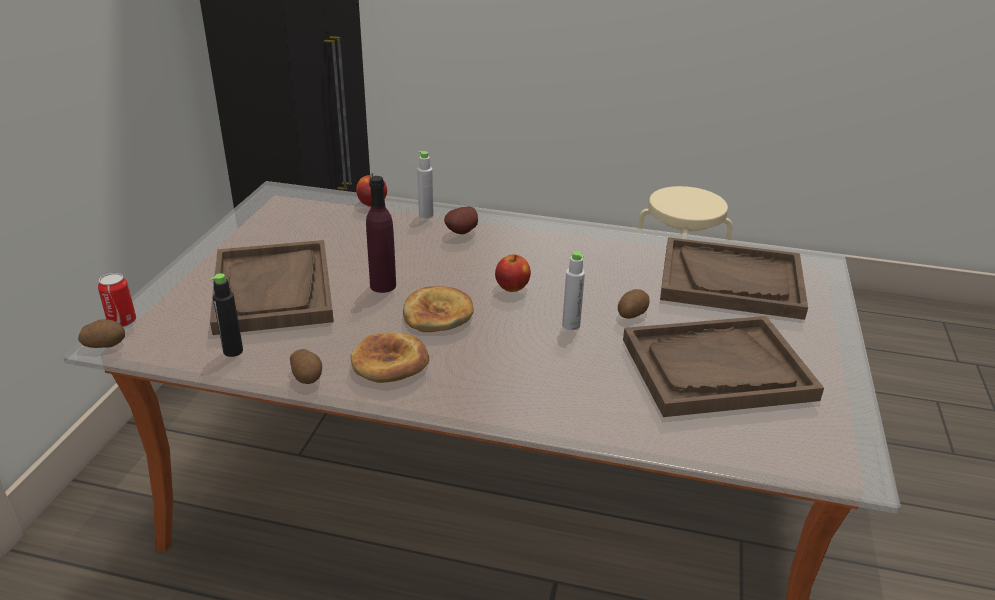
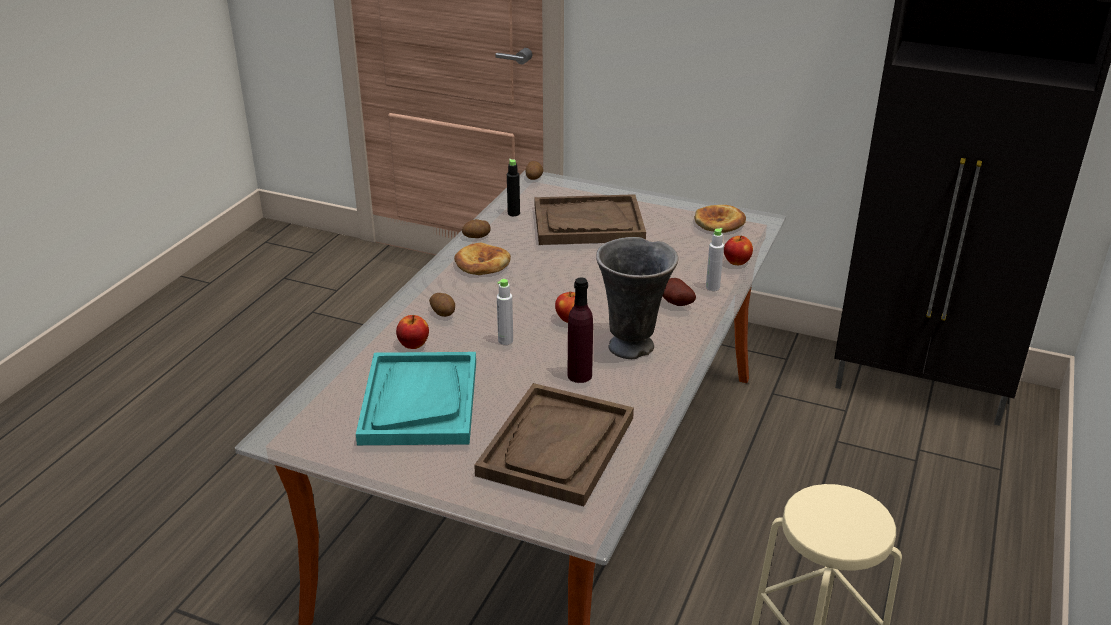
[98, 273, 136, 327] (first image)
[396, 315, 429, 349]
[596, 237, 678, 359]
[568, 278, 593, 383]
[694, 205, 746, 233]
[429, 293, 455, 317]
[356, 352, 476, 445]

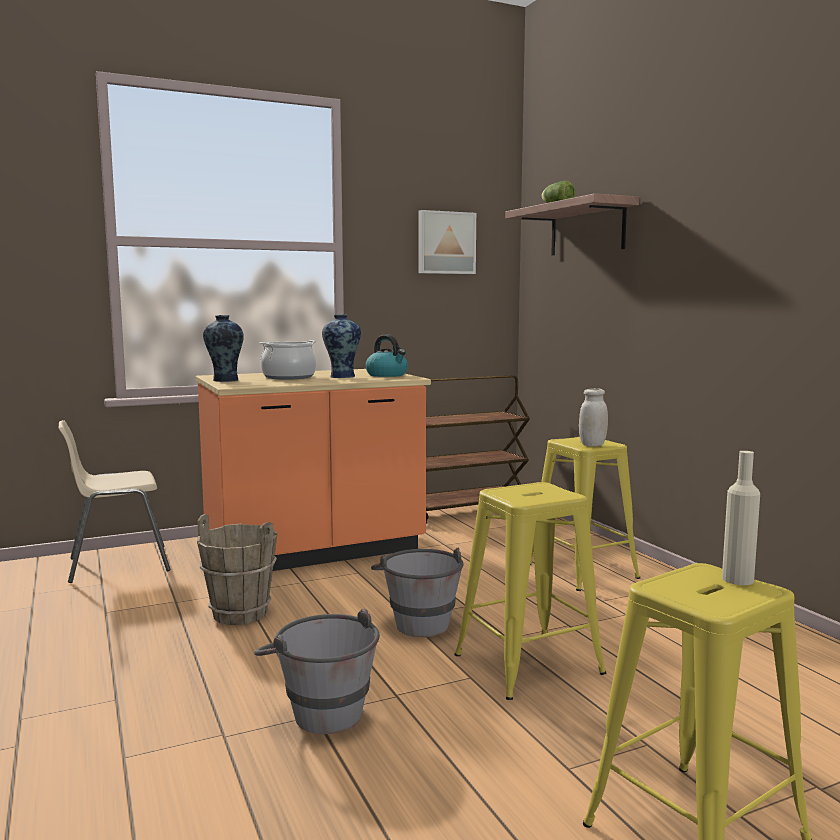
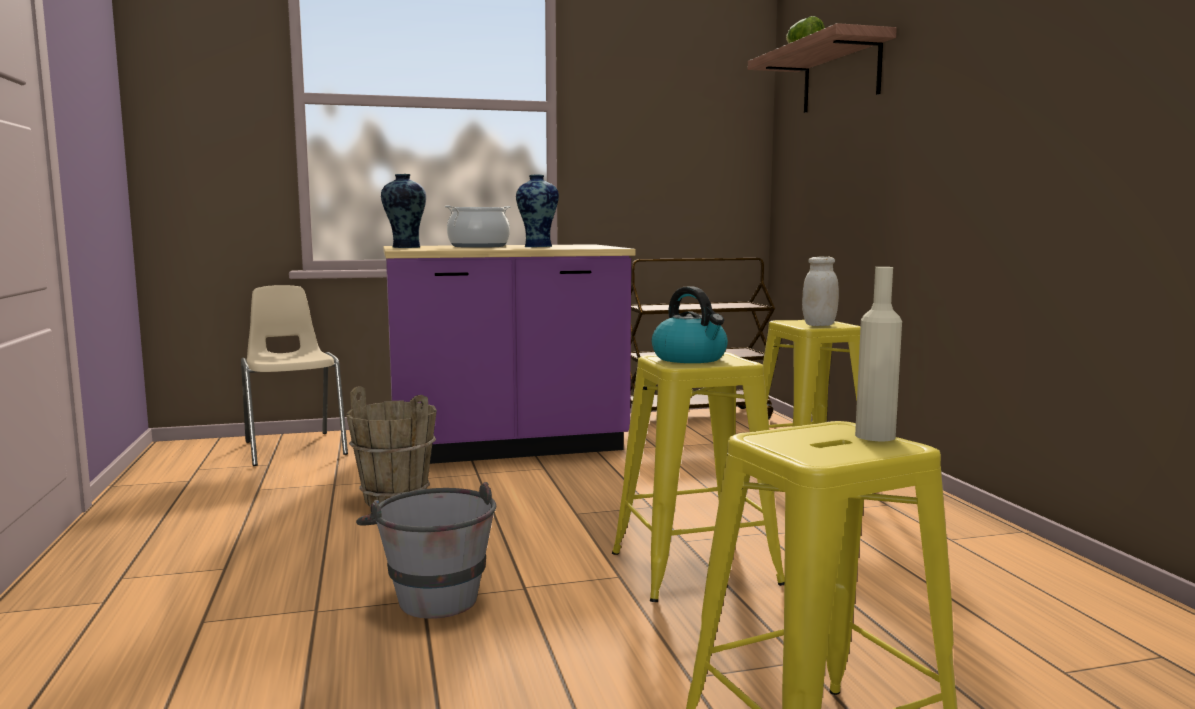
[371, 548, 464, 637] (first image)
[419, 210, 476, 274] (first image)
[652, 286, 728, 363]
[383, 244, 636, 464]
[241, 285, 348, 466]

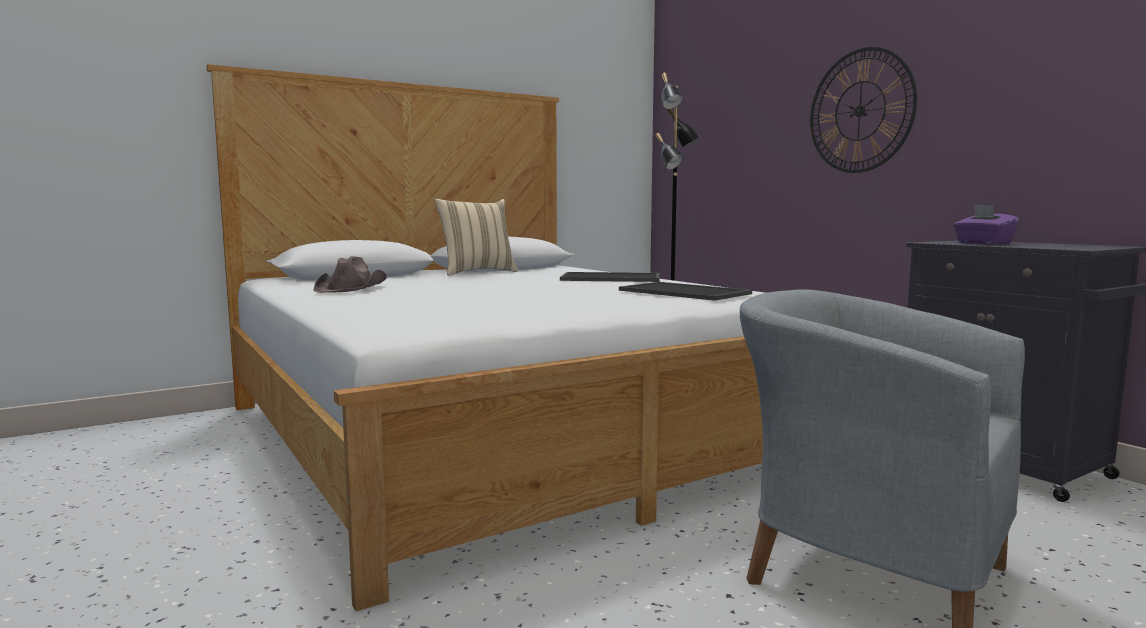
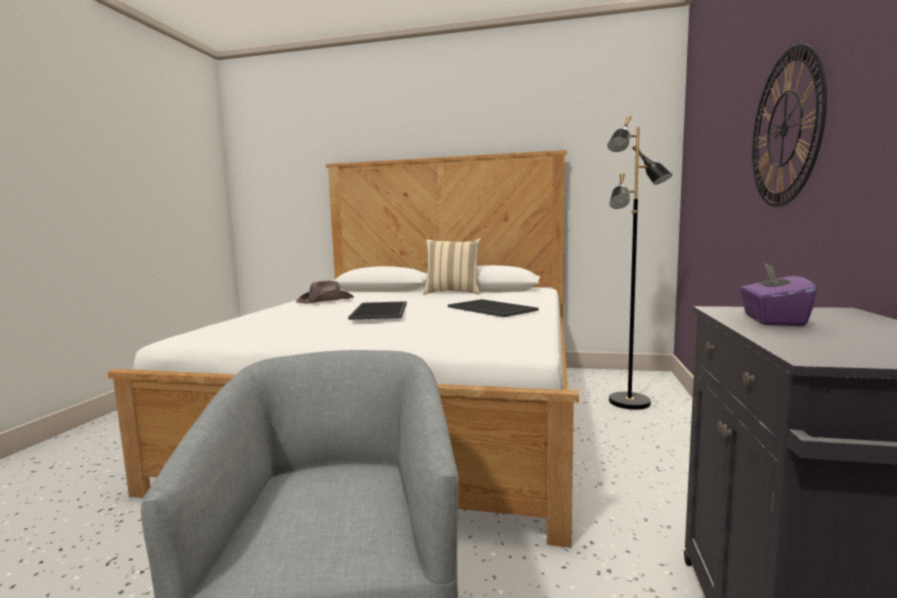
[348, 301, 407, 320]

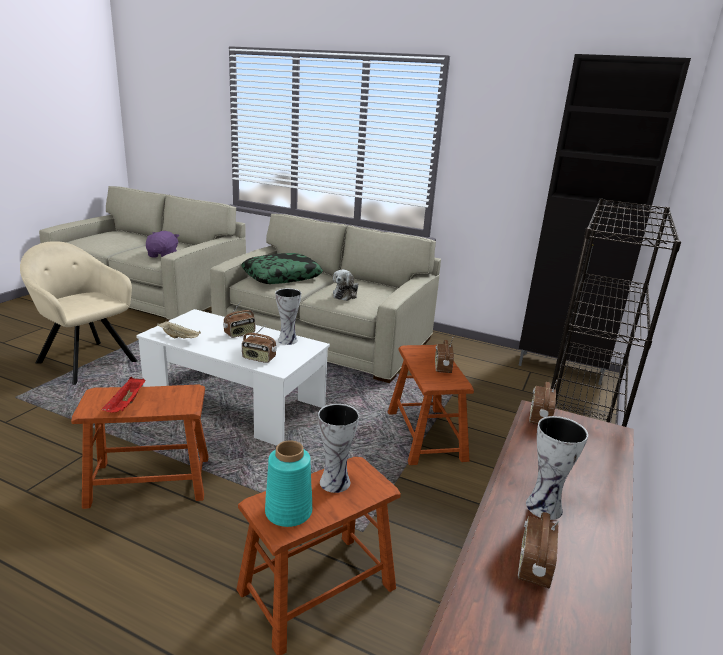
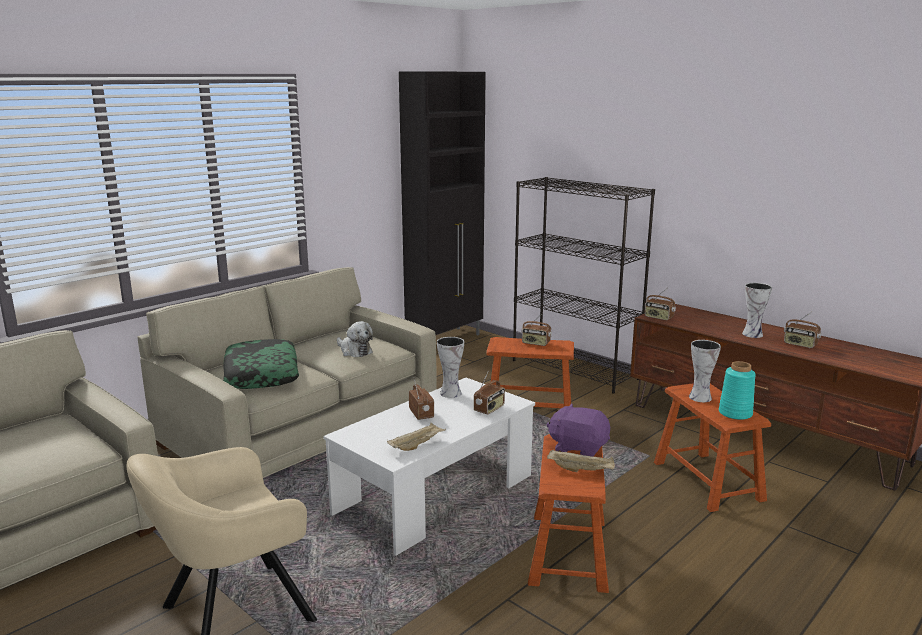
[546, 403, 610, 457]
[547, 449, 615, 472]

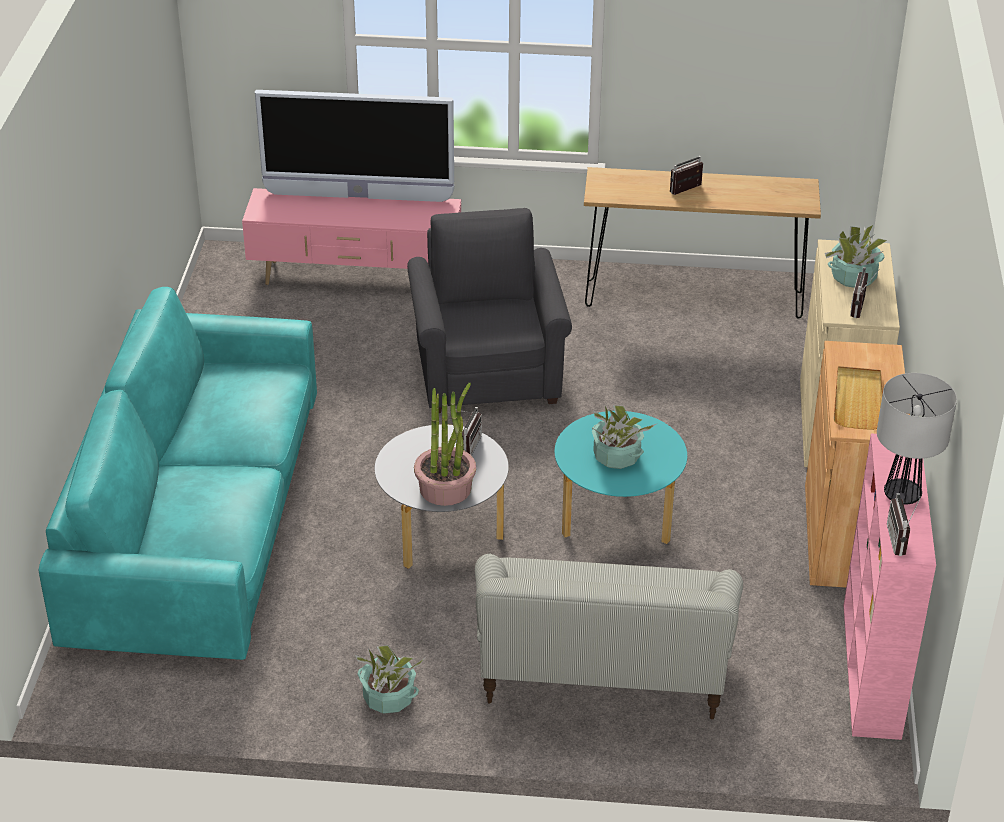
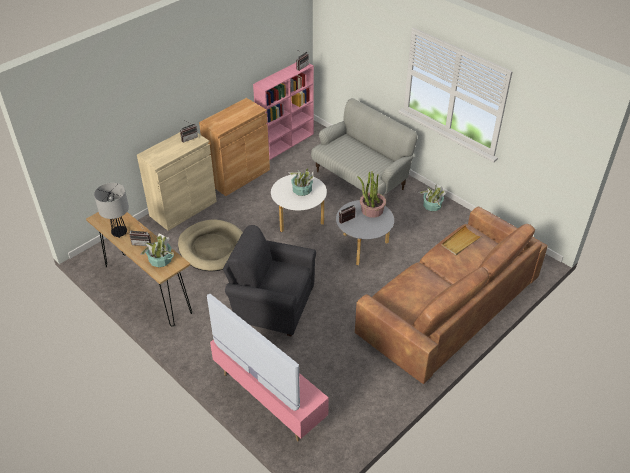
[178, 219, 243, 271]
[140, 233, 174, 267]
[442, 225, 482, 256]
[94, 183, 129, 238]
[355, 207, 548, 384]
[271, 174, 327, 232]
[223, 225, 316, 336]

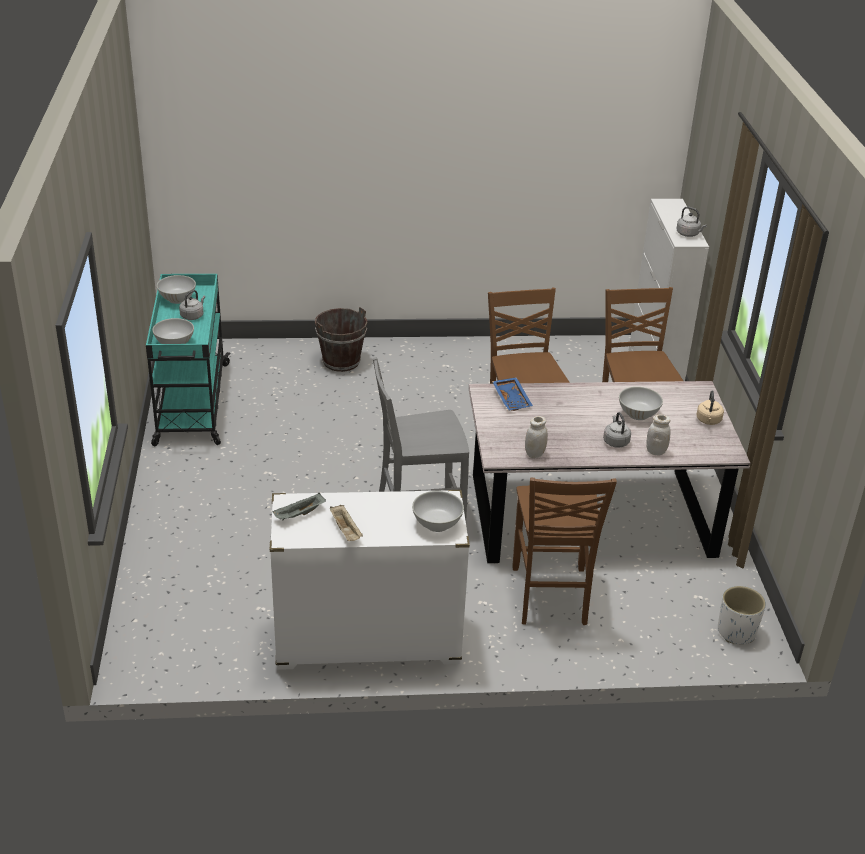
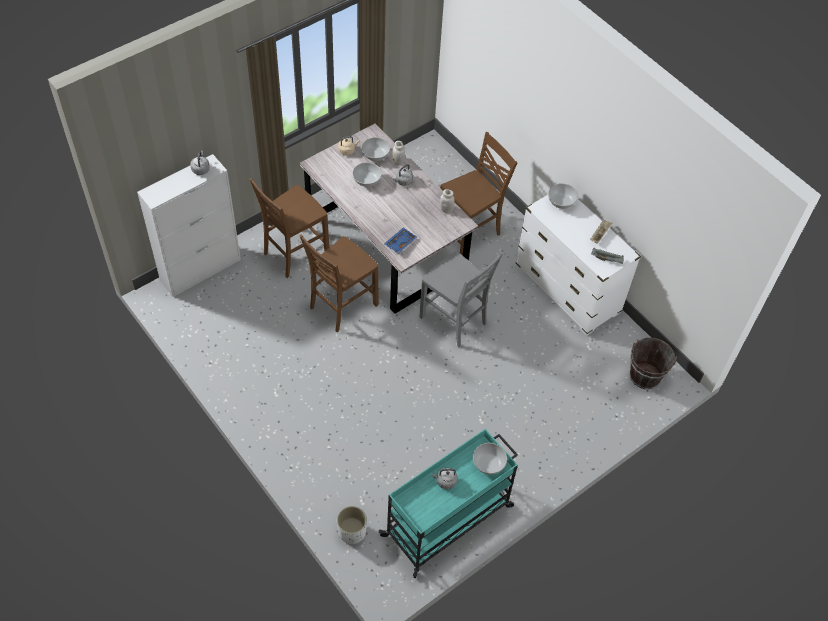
[362, 137, 390, 161]
[630, 338, 677, 389]
[337, 506, 367, 545]

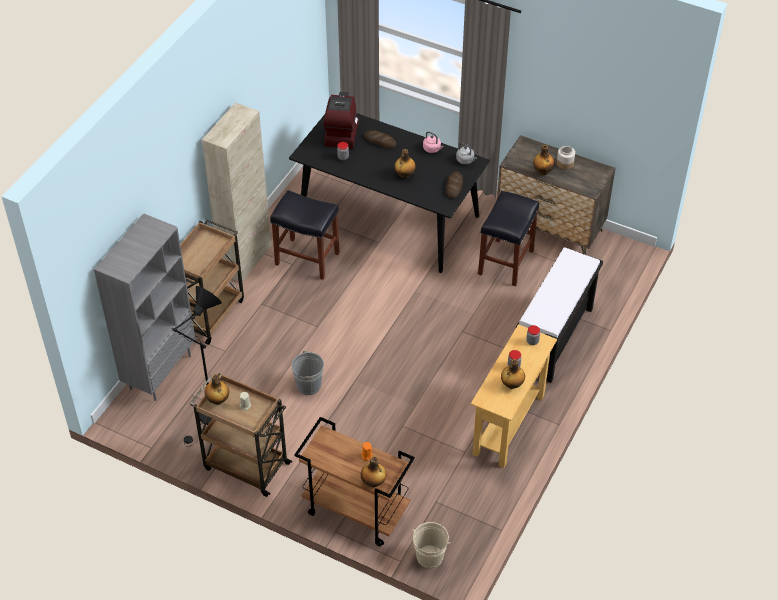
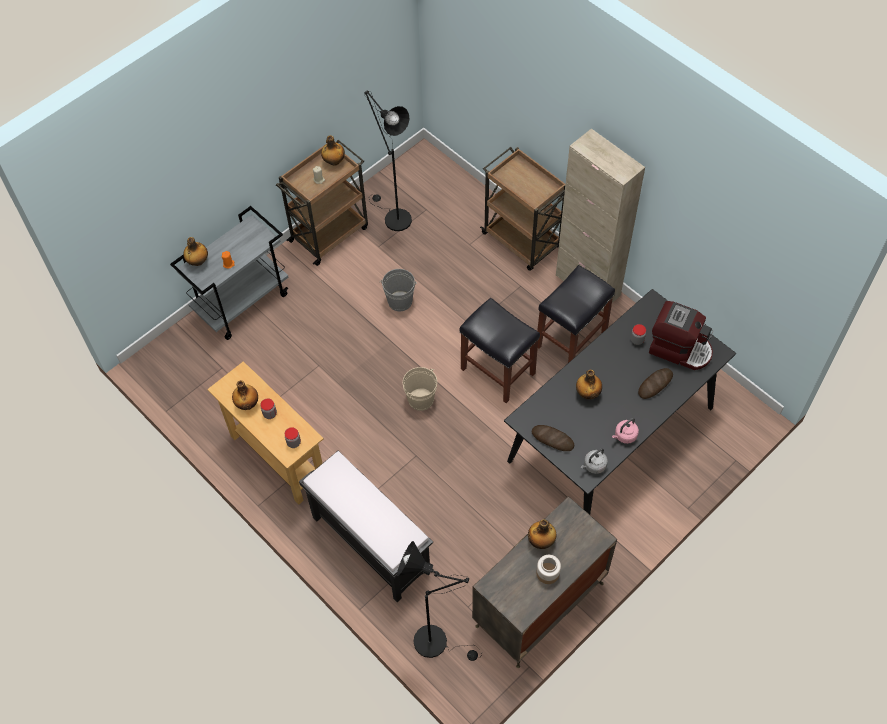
[94, 213, 195, 401] (first image)
[397, 541, 482, 661]
[403, 367, 437, 411]
[460, 298, 540, 403]
[170, 206, 288, 340]

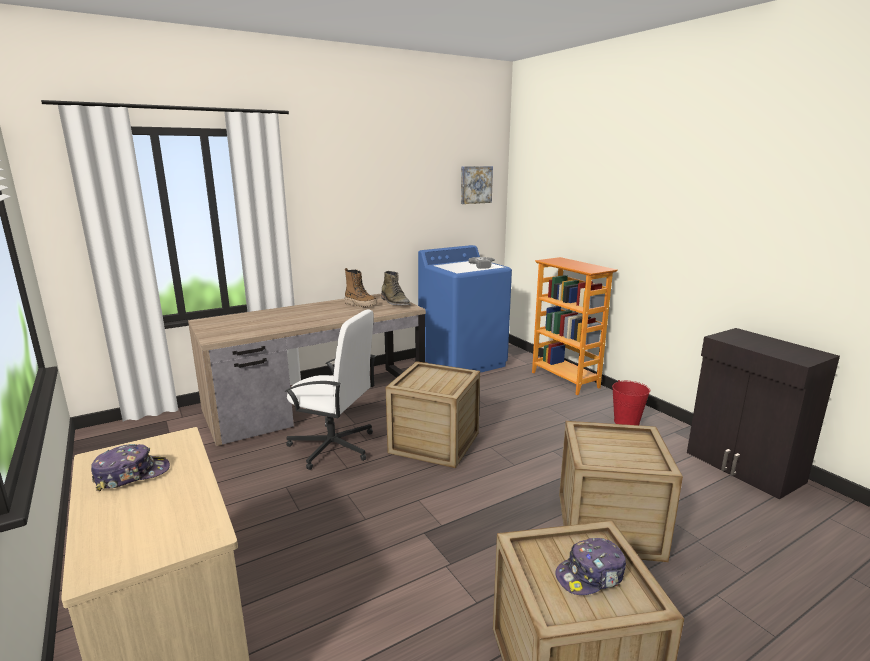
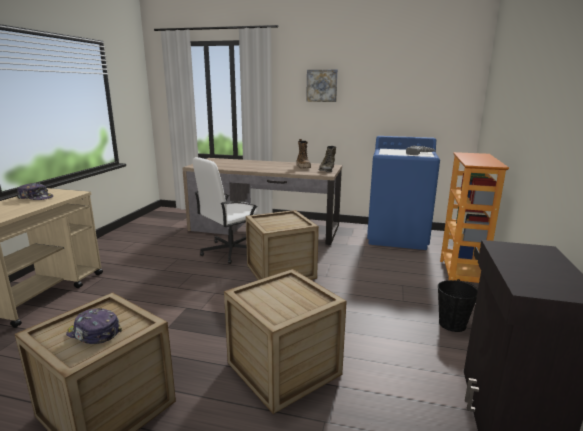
[306, 70, 338, 102]
[438, 279, 478, 332]
[193, 157, 258, 264]

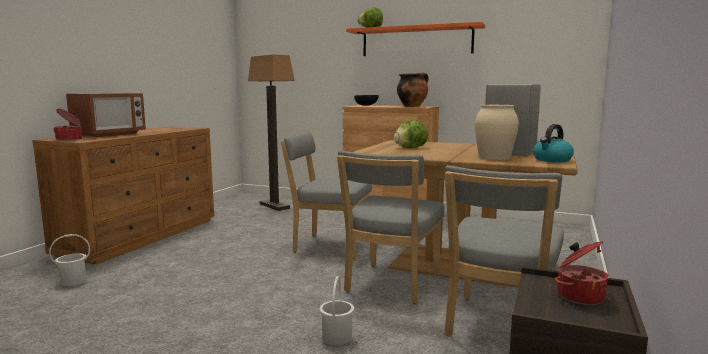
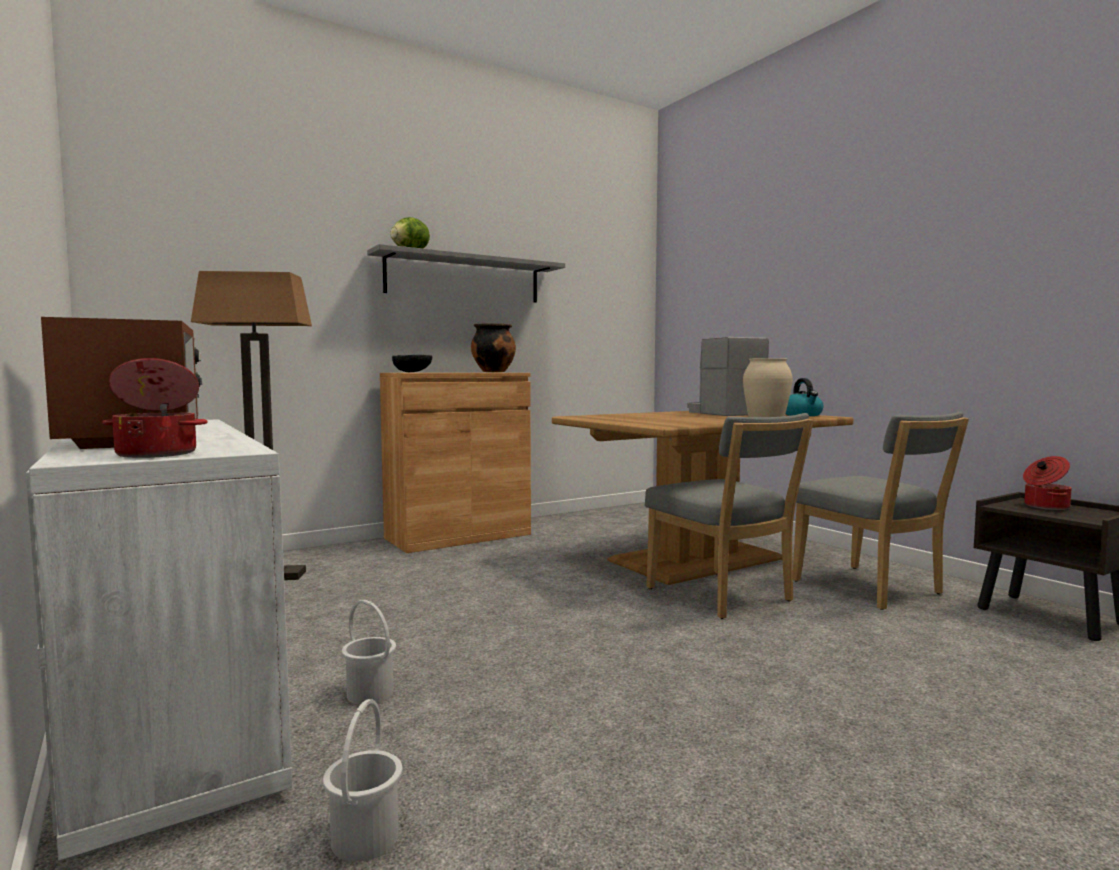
[281, 132, 372, 259] (first image)
[394, 120, 428, 148] (first image)
[342, 600, 396, 705]
[26, 419, 293, 860]
[367, 244, 565, 303]

